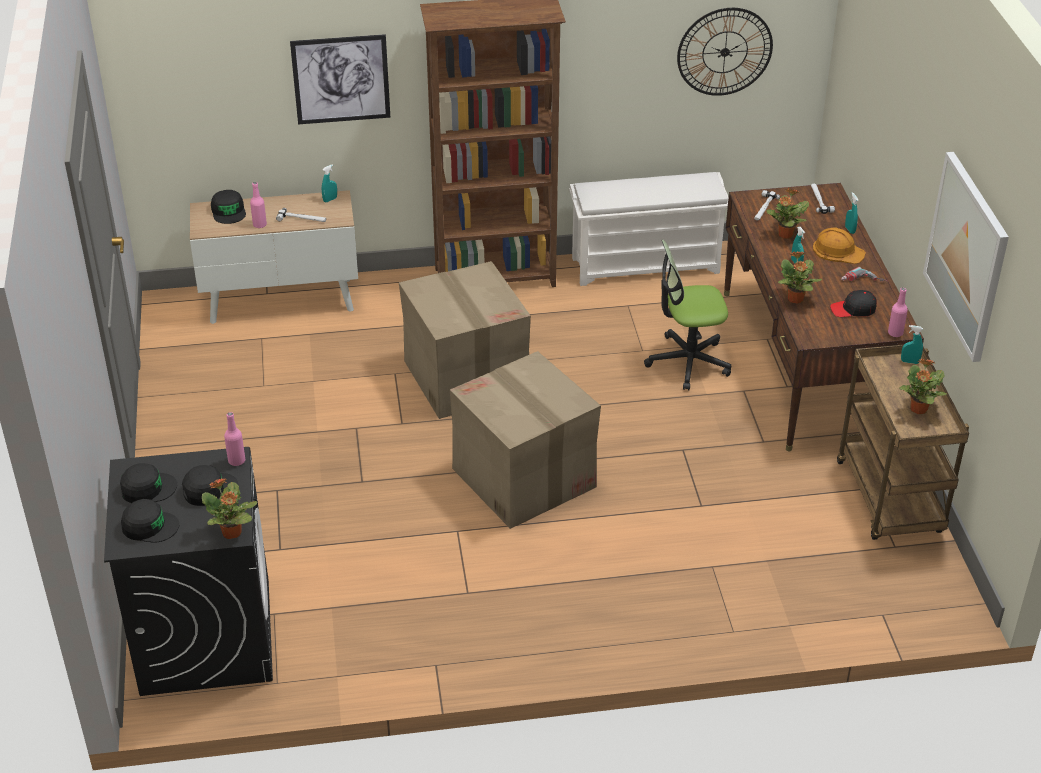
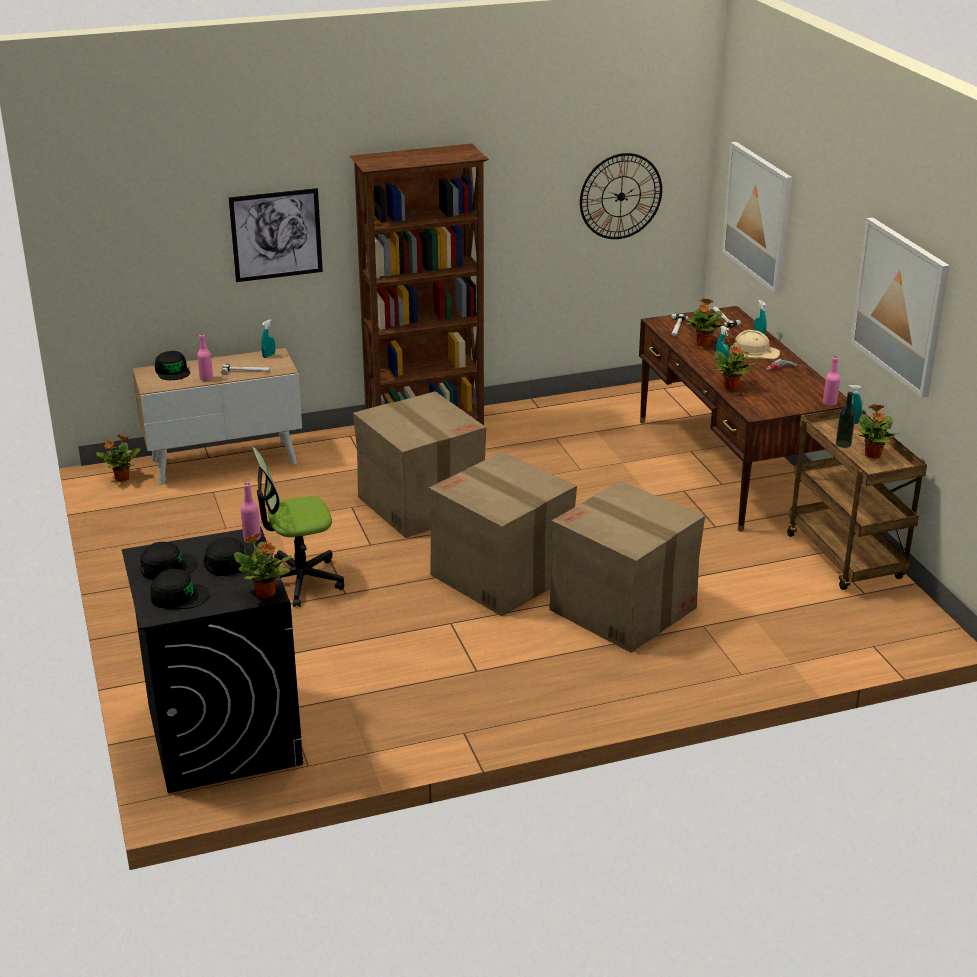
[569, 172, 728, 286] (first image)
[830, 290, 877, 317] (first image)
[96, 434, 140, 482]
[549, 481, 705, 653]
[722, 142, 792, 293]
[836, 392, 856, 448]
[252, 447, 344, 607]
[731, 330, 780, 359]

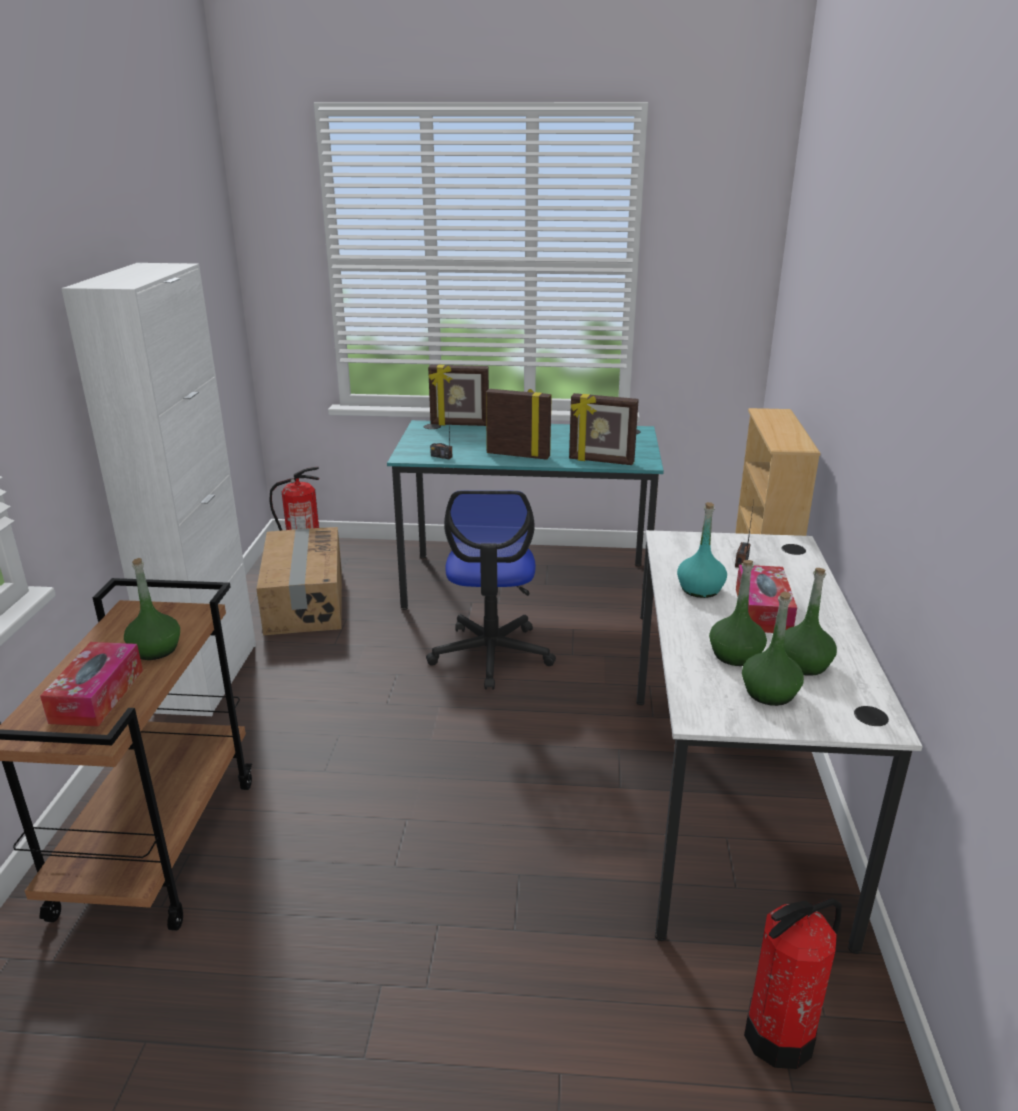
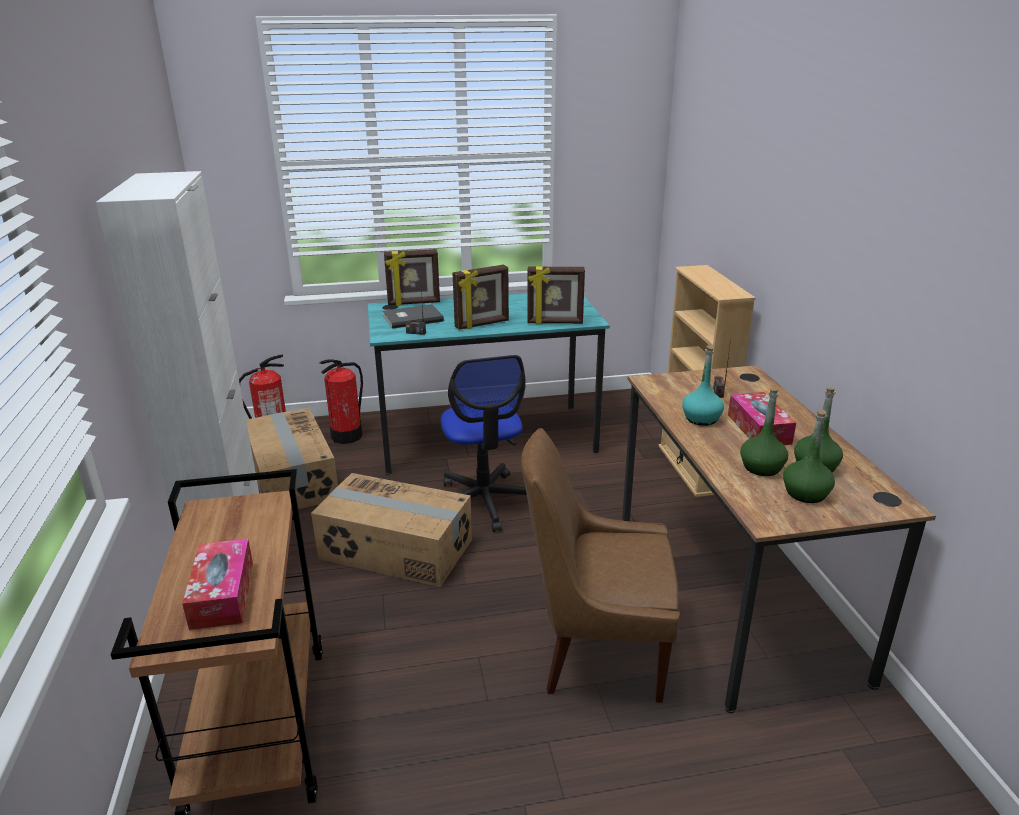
[124, 558, 180, 660] (first image)
[311, 473, 472, 587]
[383, 304, 444, 329]
[521, 428, 680, 703]
[320, 359, 363, 444]
[622, 365, 936, 713]
[453, 265, 509, 330]

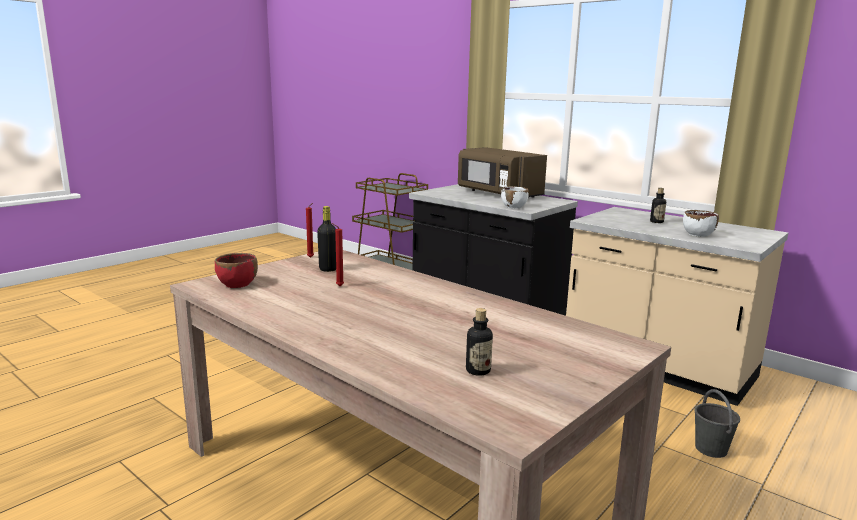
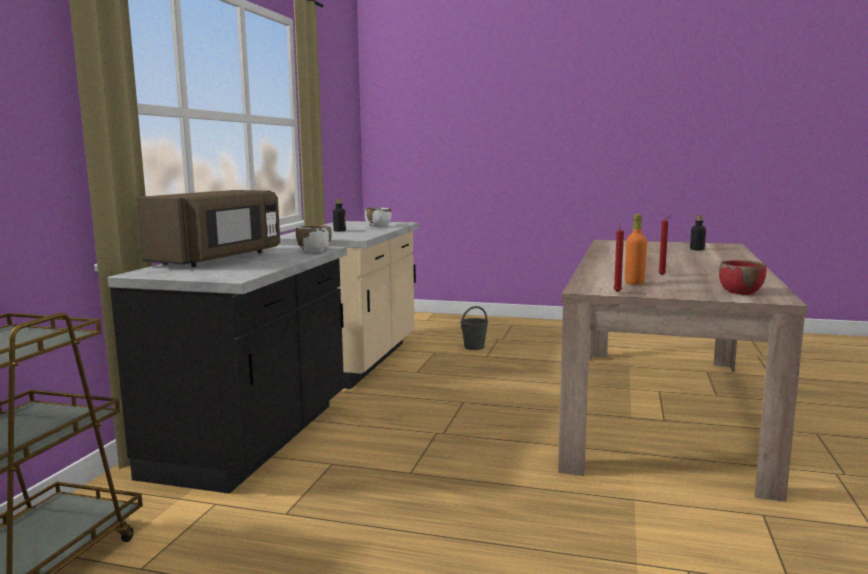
[625, 214, 647, 285]

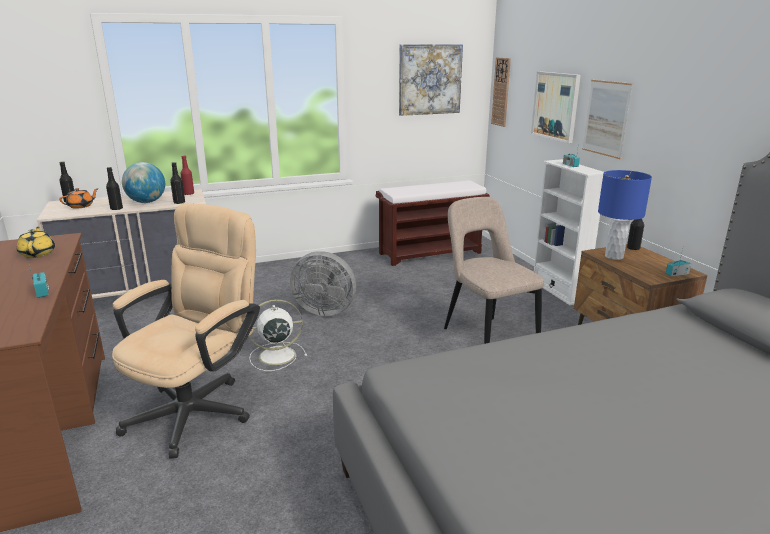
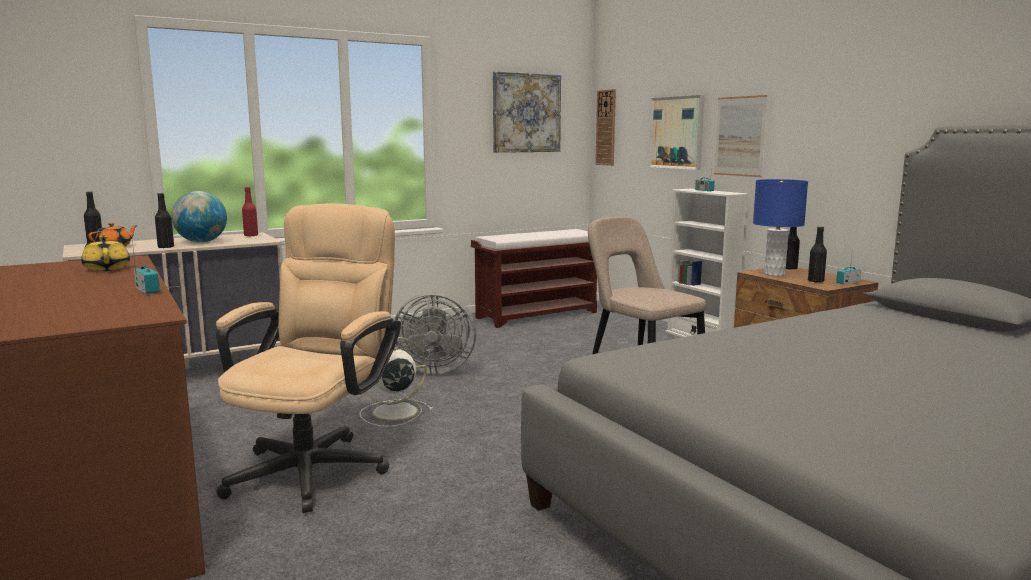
[808, 226, 827, 283]

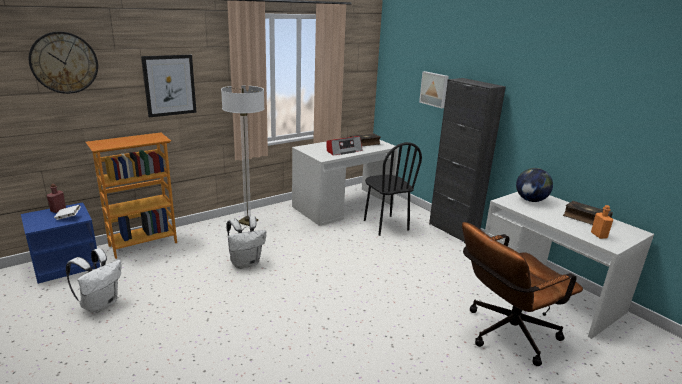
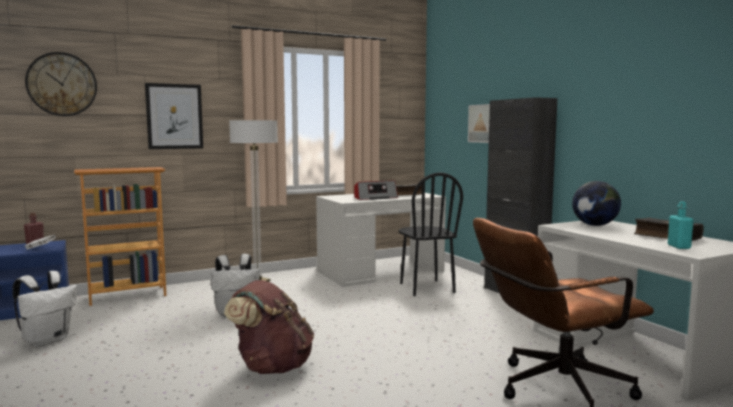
[224, 280, 314, 374]
[668, 202, 694, 249]

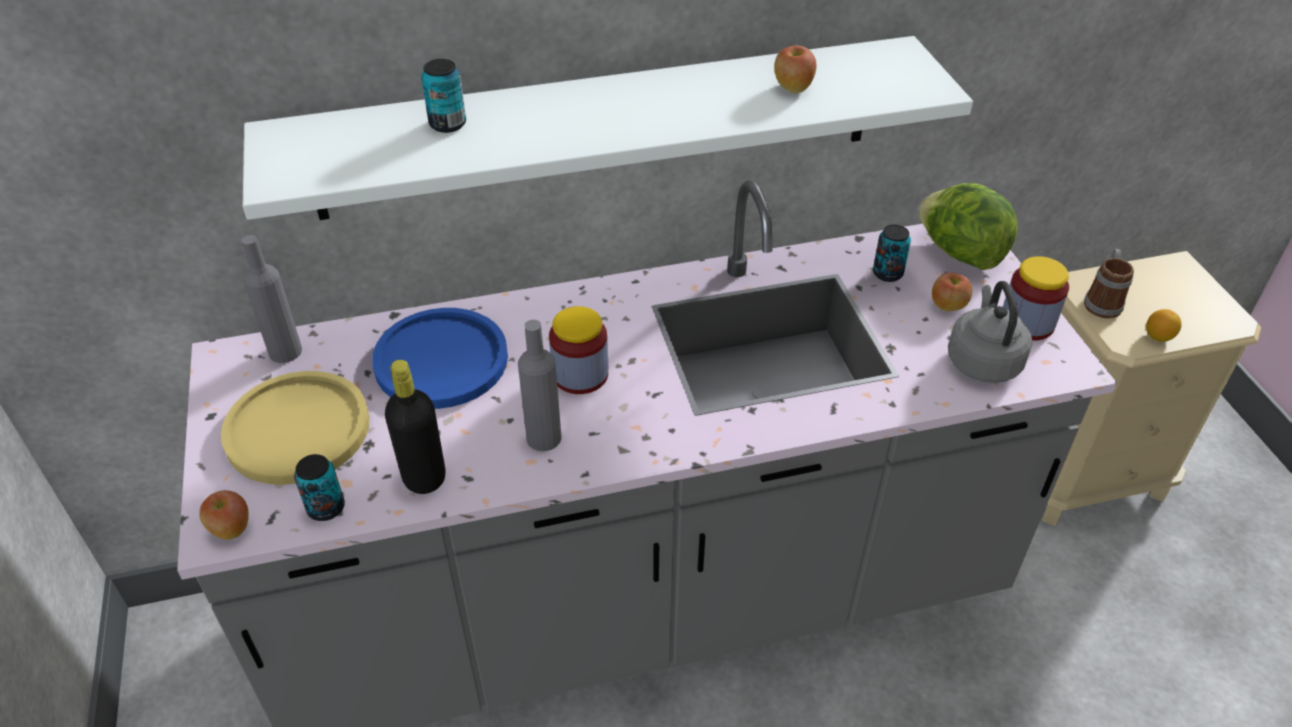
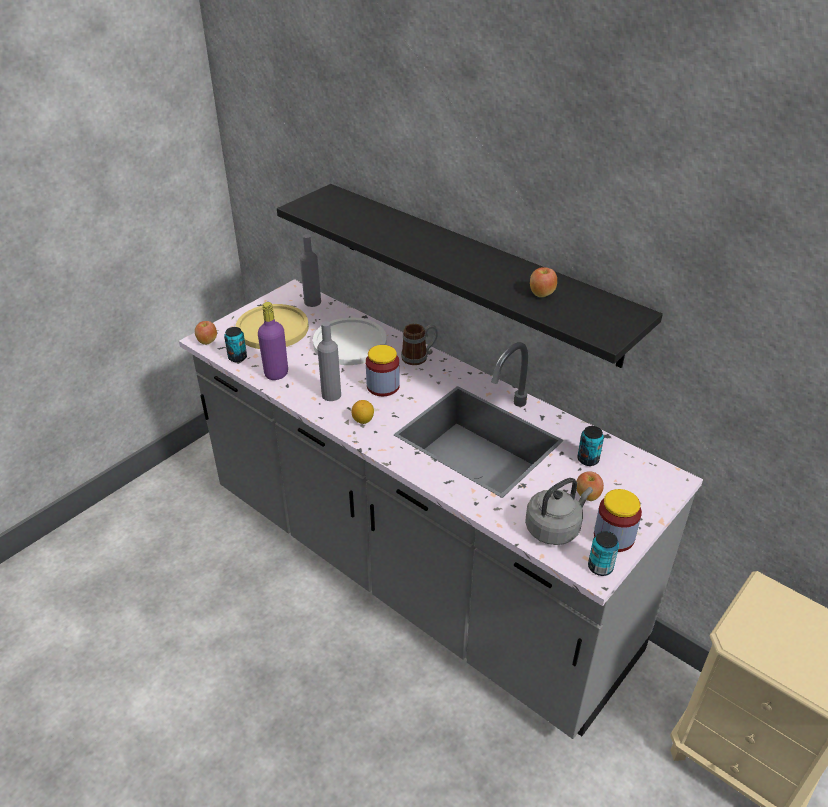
[918, 183, 1018, 270] (first image)
[588, 531, 619, 576]
[401, 324, 438, 365]
[352, 400, 374, 424]
[277, 184, 663, 368]
[313, 318, 387, 365]
[258, 302, 288, 380]

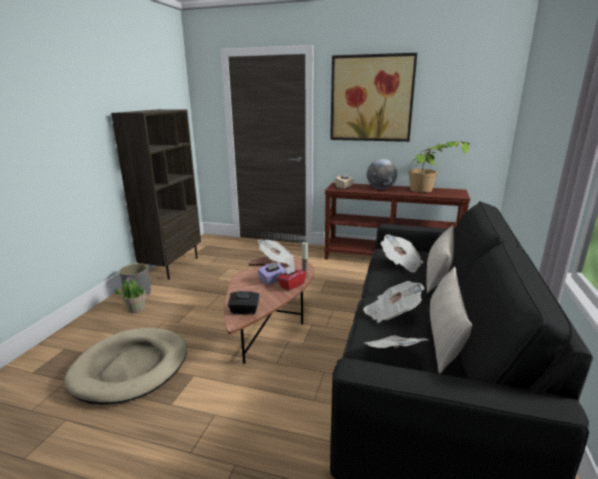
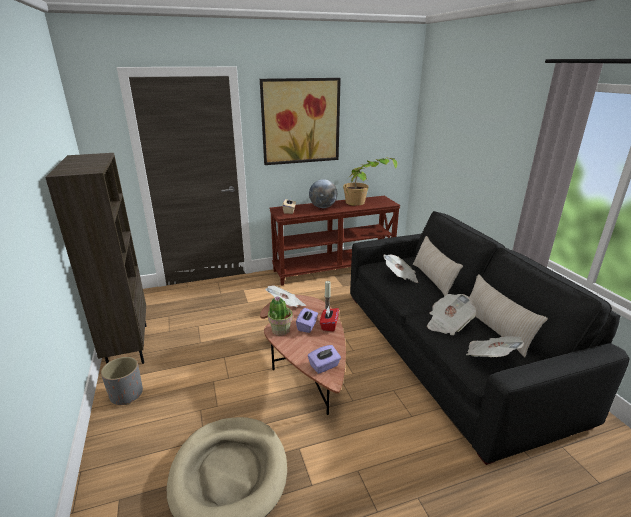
[268, 296, 293, 335]
[308, 345, 341, 374]

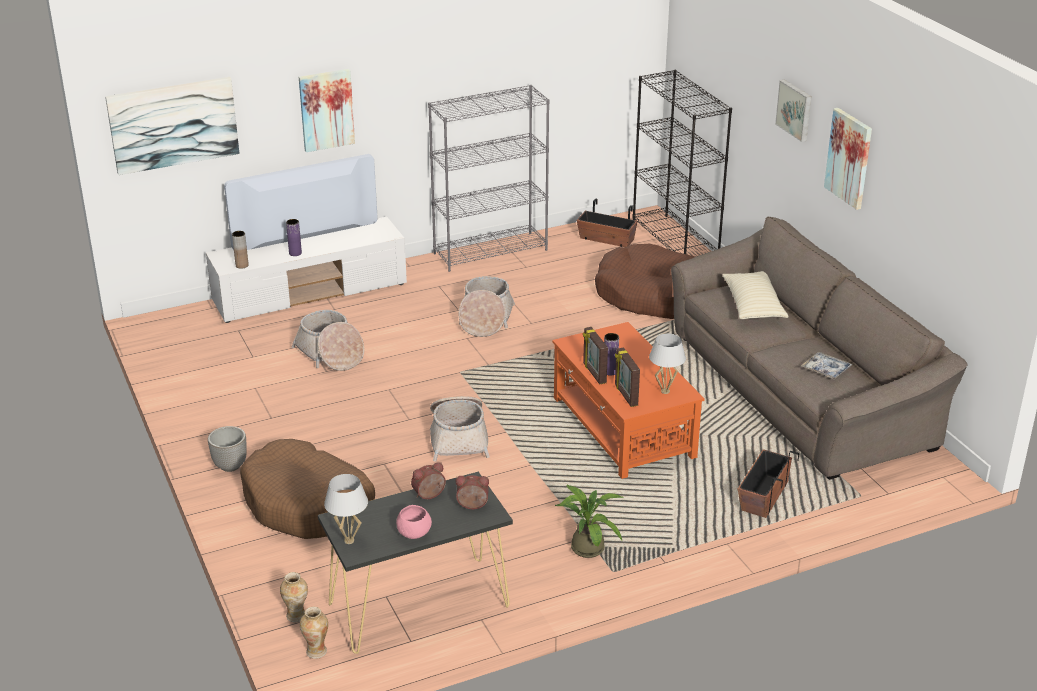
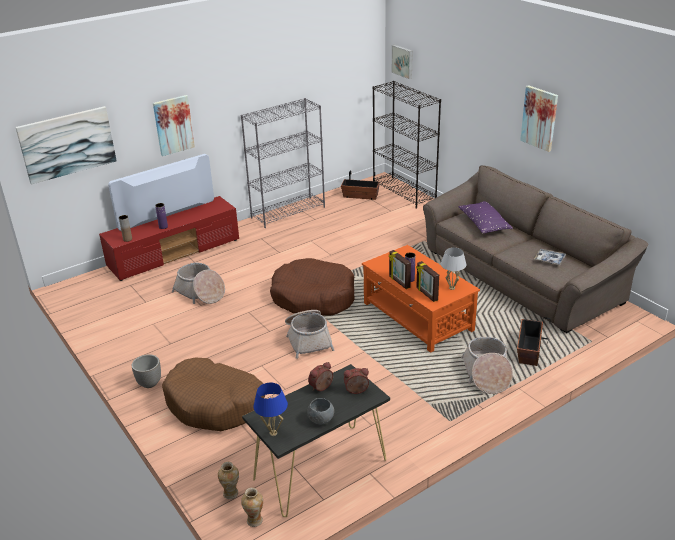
[555, 484, 624, 558] (first image)
[461, 337, 513, 394]
[270, 258, 354, 316]
[392, 45, 413, 79]
[99, 196, 239, 281]
[253, 383, 288, 436]
[307, 398, 334, 424]
[458, 201, 513, 234]

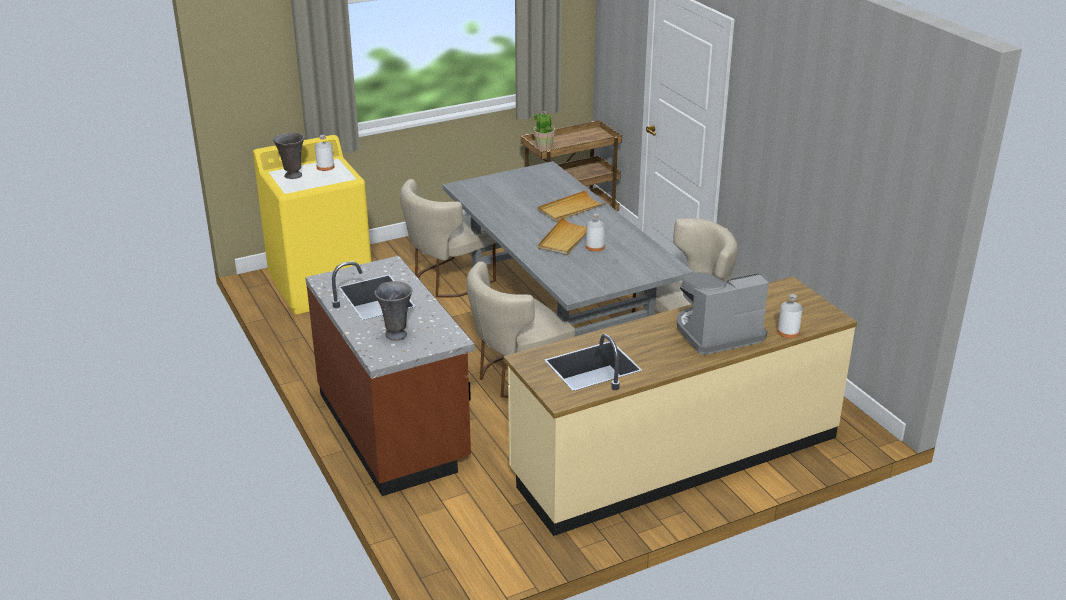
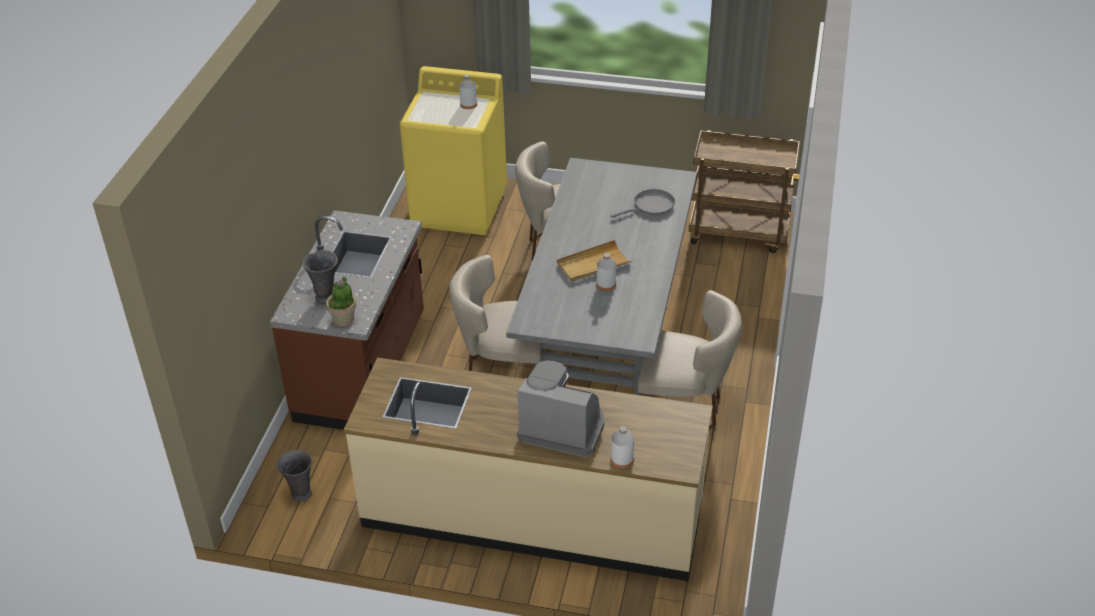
[538, 190, 607, 222] (first image)
[610, 189, 675, 218]
[277, 450, 312, 502]
[326, 276, 356, 326]

